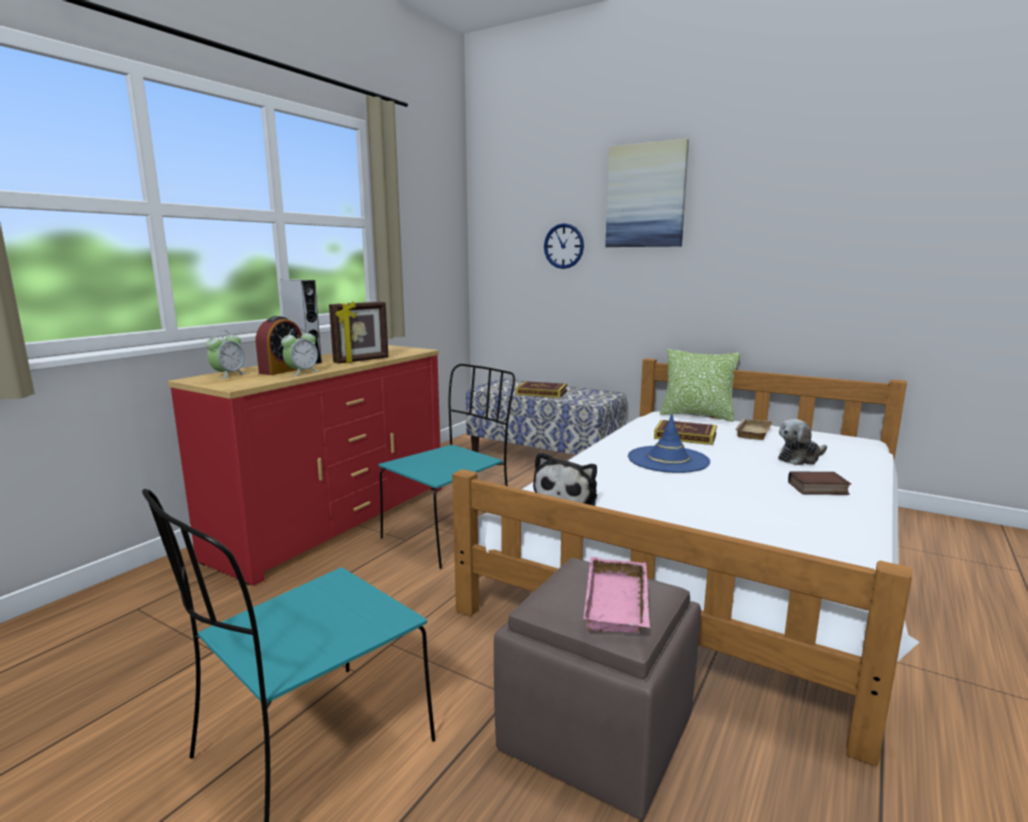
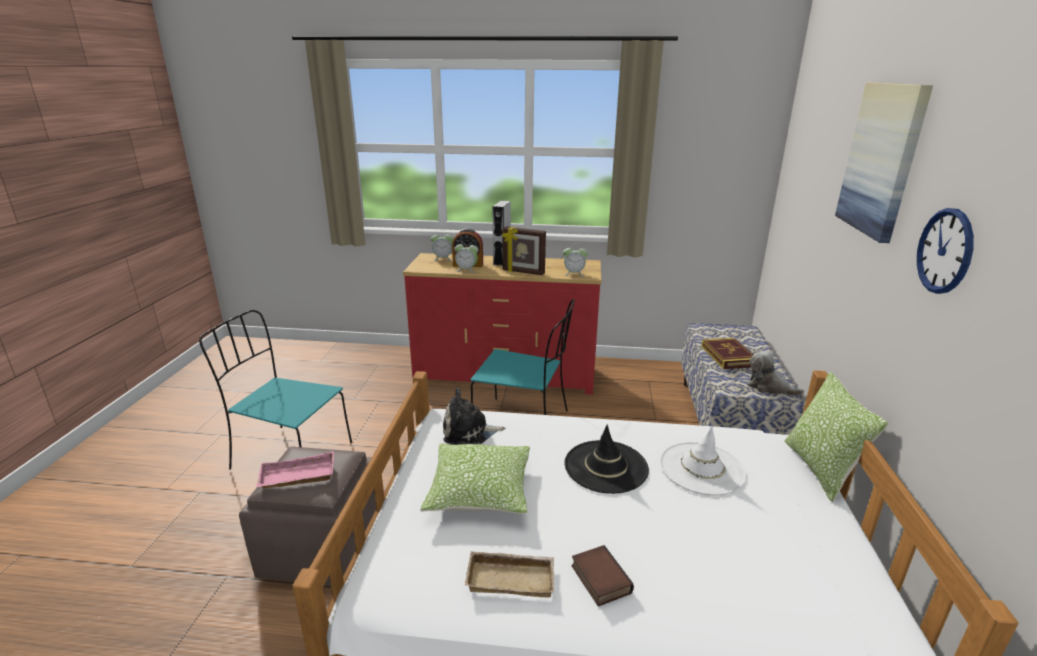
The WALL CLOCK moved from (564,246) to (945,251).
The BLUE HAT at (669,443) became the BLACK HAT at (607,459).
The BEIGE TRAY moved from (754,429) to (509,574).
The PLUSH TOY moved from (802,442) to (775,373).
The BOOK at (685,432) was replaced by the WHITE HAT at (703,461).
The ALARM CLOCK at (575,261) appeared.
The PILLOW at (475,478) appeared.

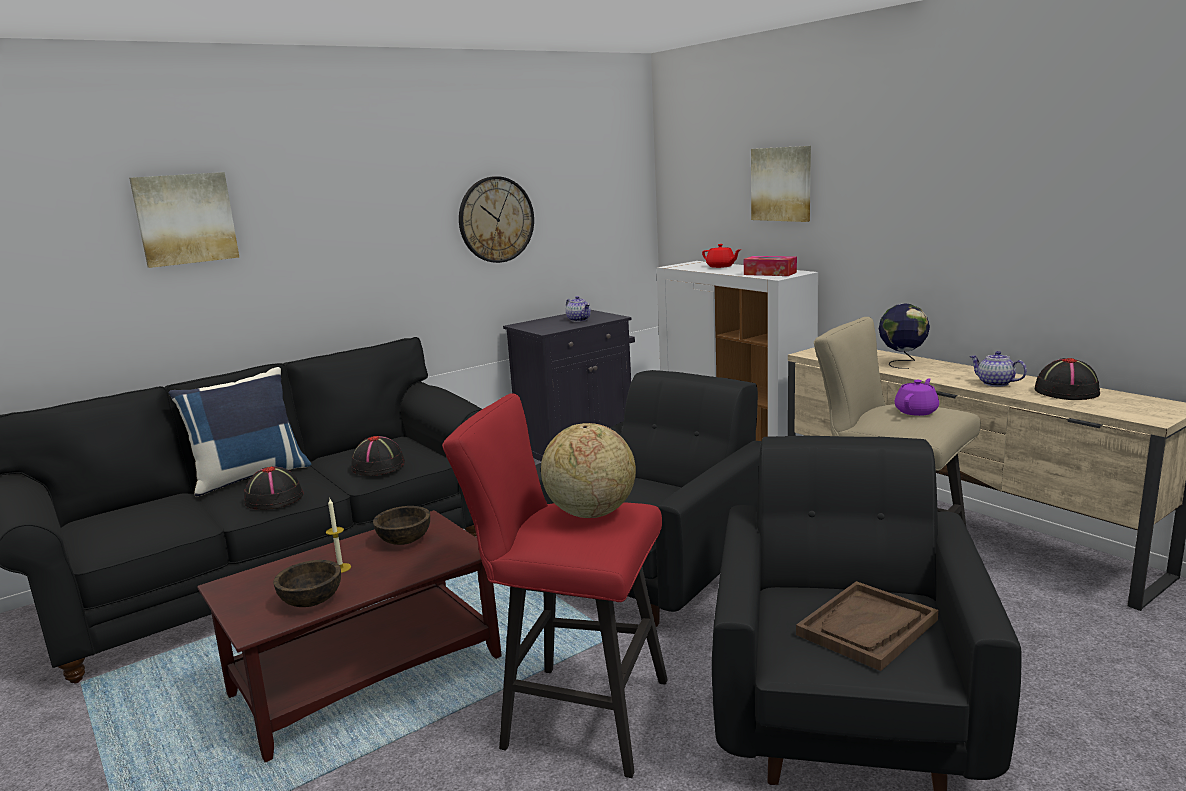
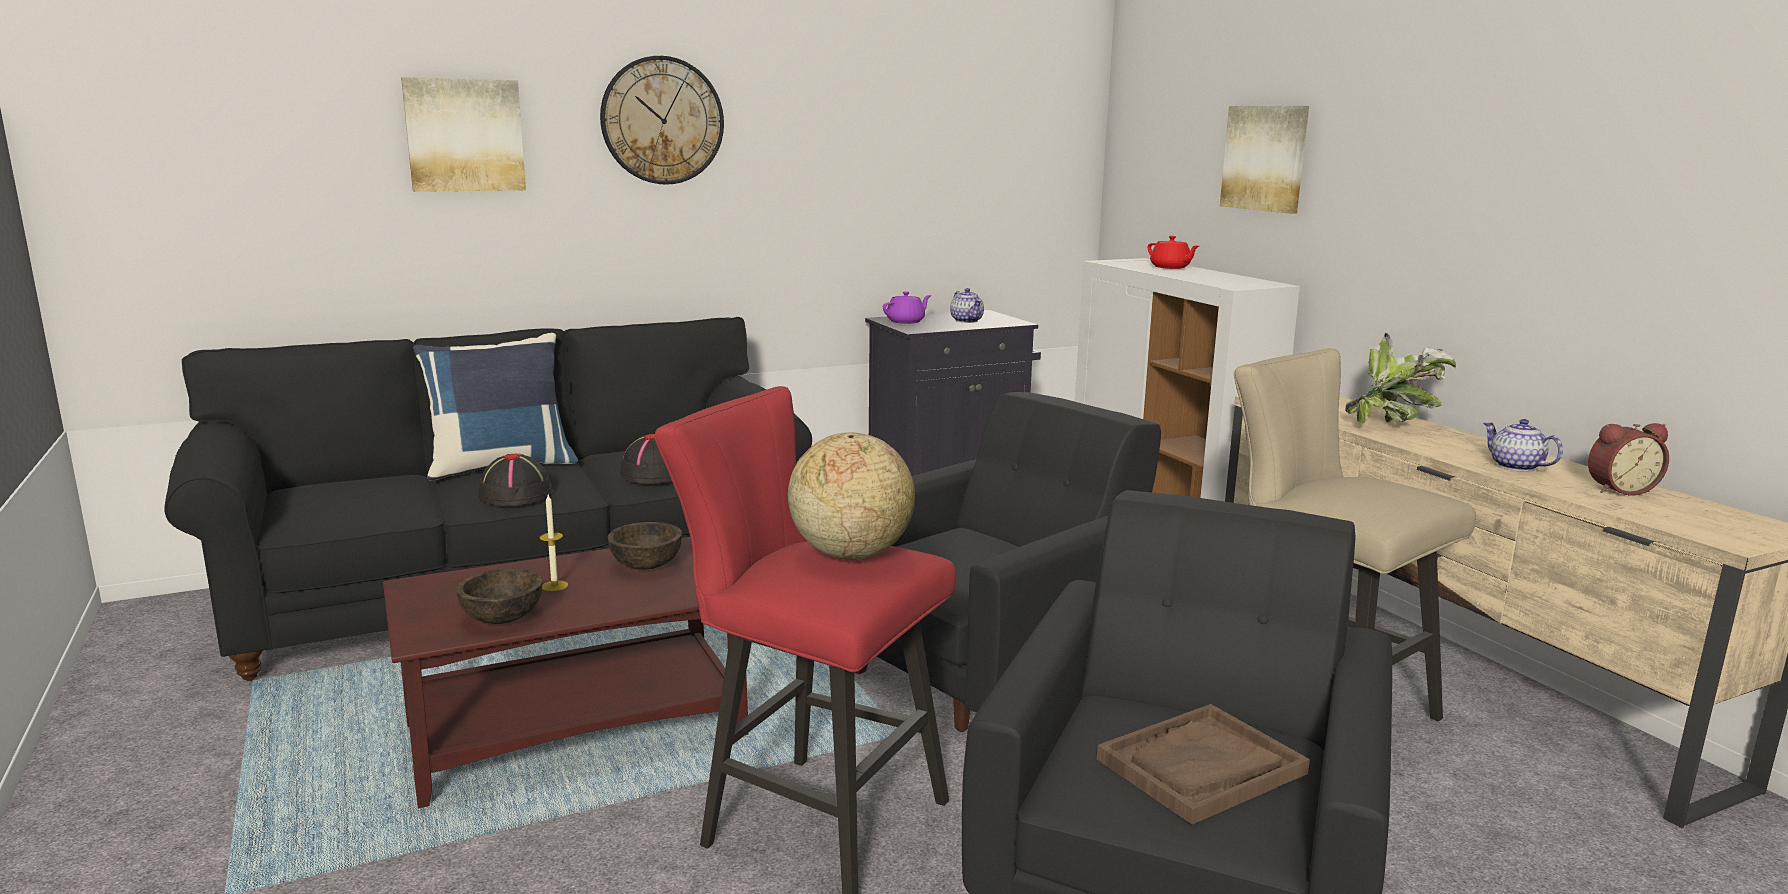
The WALL CLOCK moved from (496,219) to (662,120).
The TISSUE BOX at (770,266) disappeared.
The GLOBE at (904,336) was replaced by the POTTED PLANT at (1400,378).
The BLACK HAT at (1067,379) was replaced by the ALARM CLOCK at (1628,459).
The PURPLE TEAPOT moved from (916,397) to (907,307).

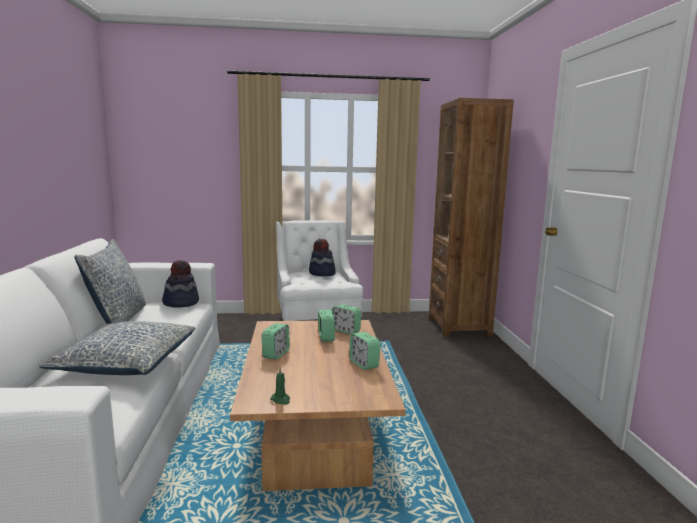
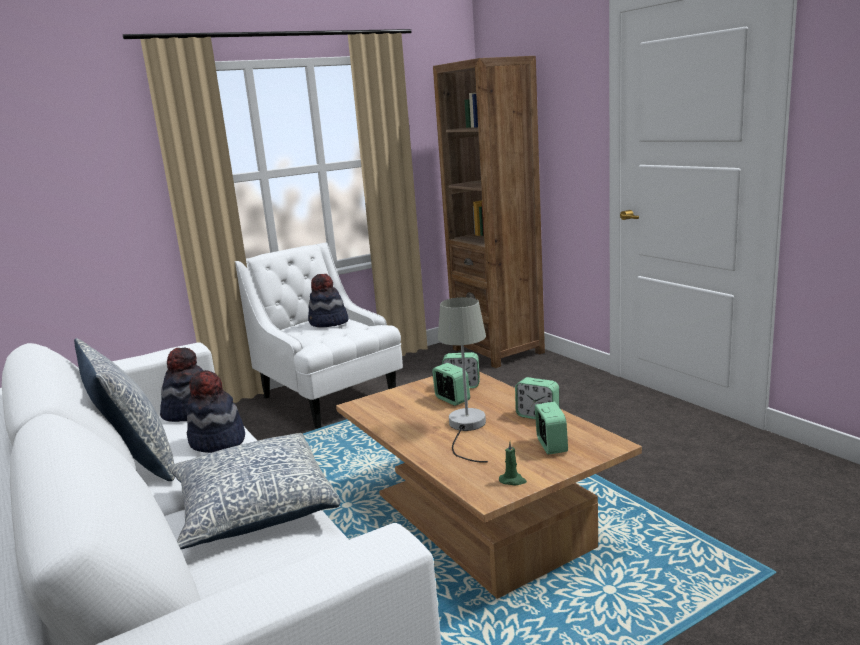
The ALARM CLOCK moved from (276,341) to (551,428).
The GREY TABLE LAMP at (463,379) appeared.
The HAT at (216,411) appeared.

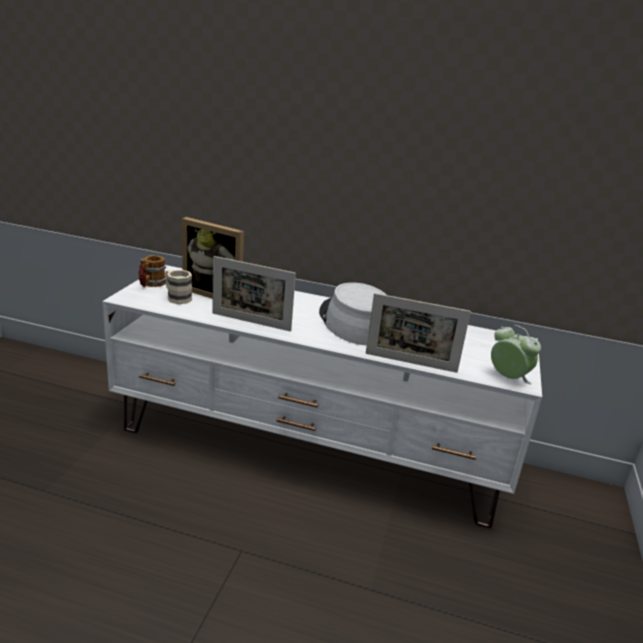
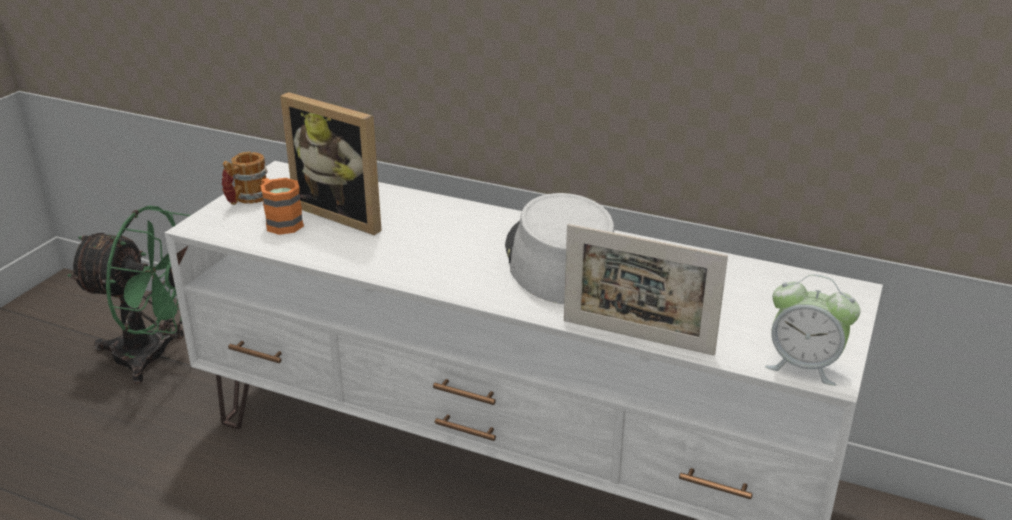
The PICTURE FRAME at (254,294) disappeared.
The BEIGE MUG at (178,287) became the ORANGE MUG at (282,206).
The ALARM CLOCK at (516,355) turned 150 degrees clockwise.
The GREEN FAN at (128,294) appeared.

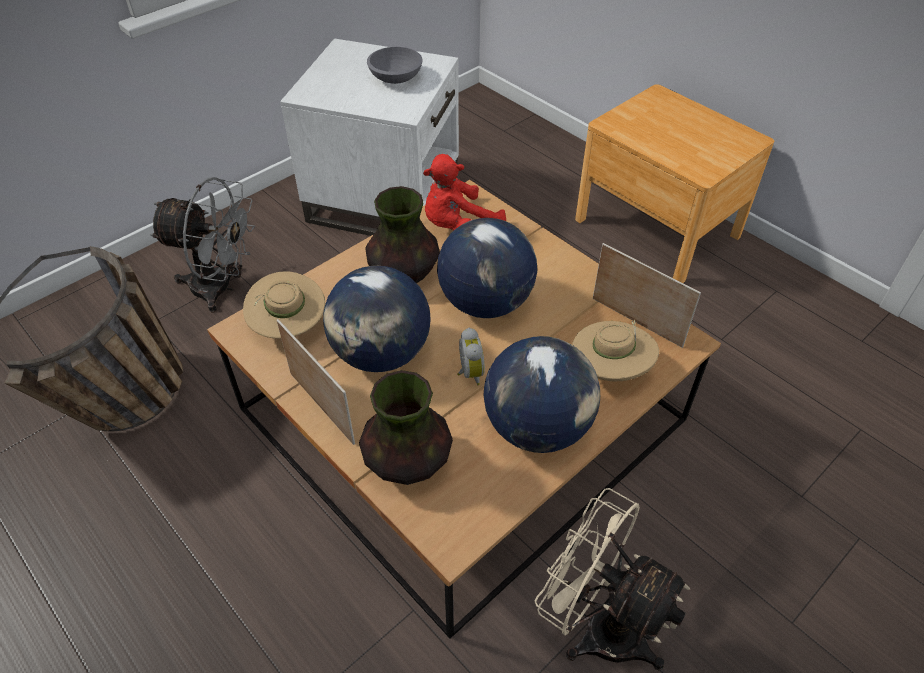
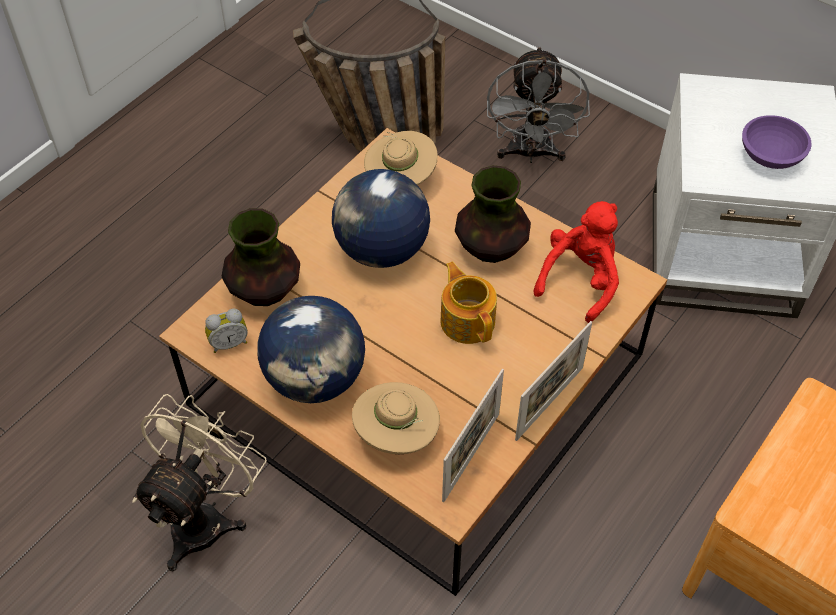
The GREY BOWL at (394,65) became the PURPLE BOWL at (777,142).
The RED PLUSH TOY at (464,192) turned 75 degrees clockwise.
The GLOBE at (487,268) was replaced by the TEAPOT at (468,303).
The PICTURE FRAME moved from (316,382) to (553,381).
The ALARM CLOCK moved from (471,356) to (226,331).

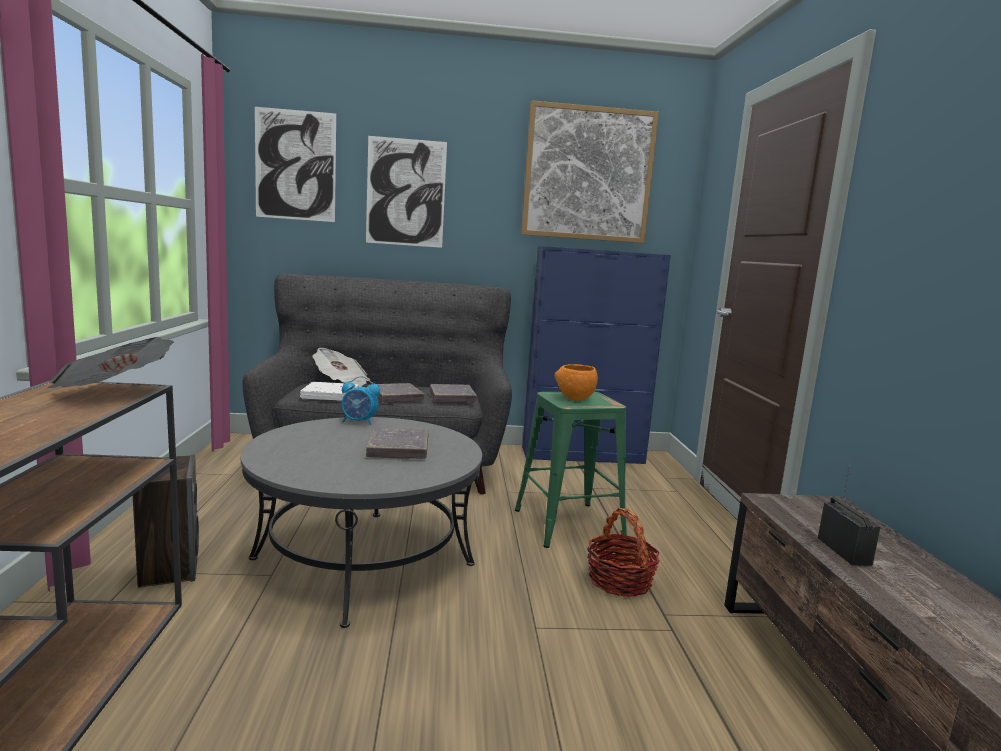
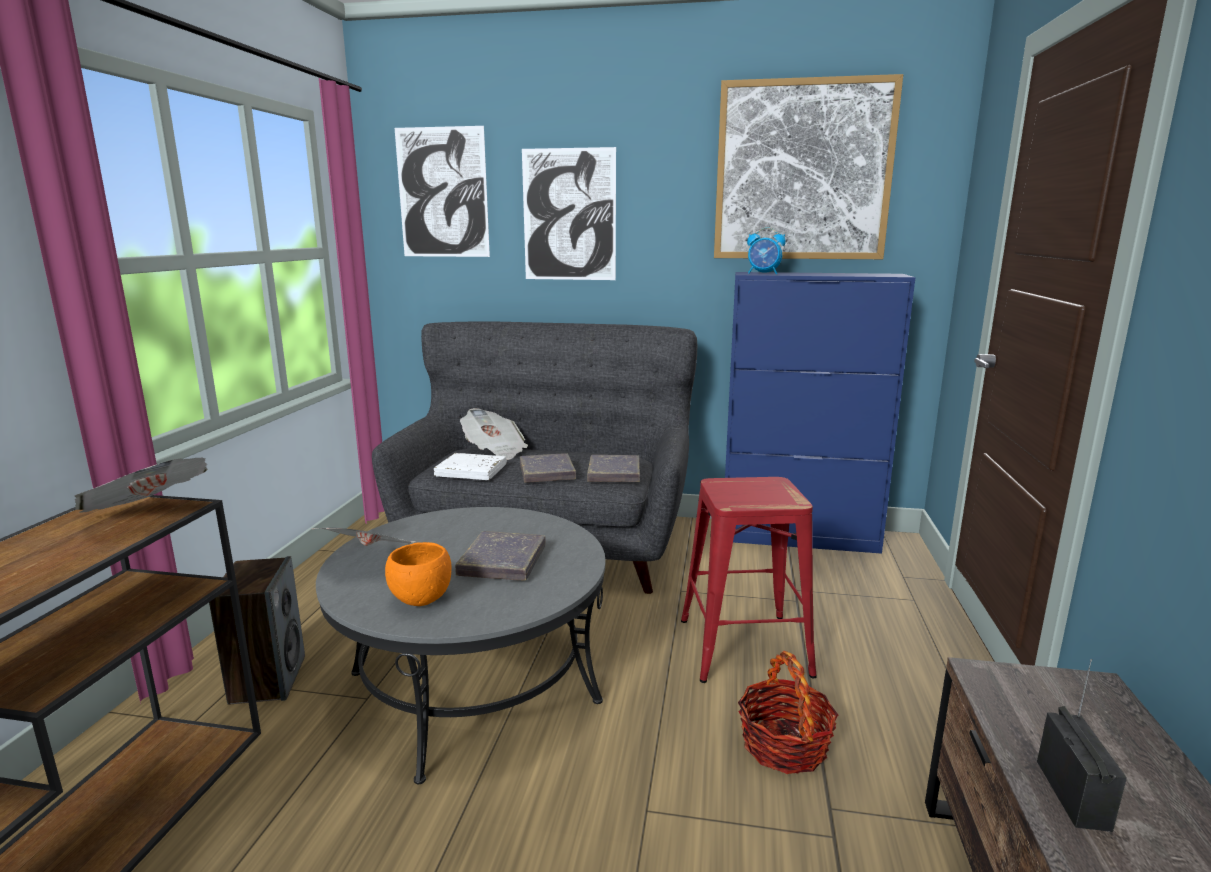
The ORANGE BOWL moved from (576,382) to (418,574).
The ALARM CLOCK moved from (361,400) to (766,250).
The GREEN STOOL at (571,470) became the RED STOOL at (749,580).
The NEWSPAPER at (364,536) appeared.

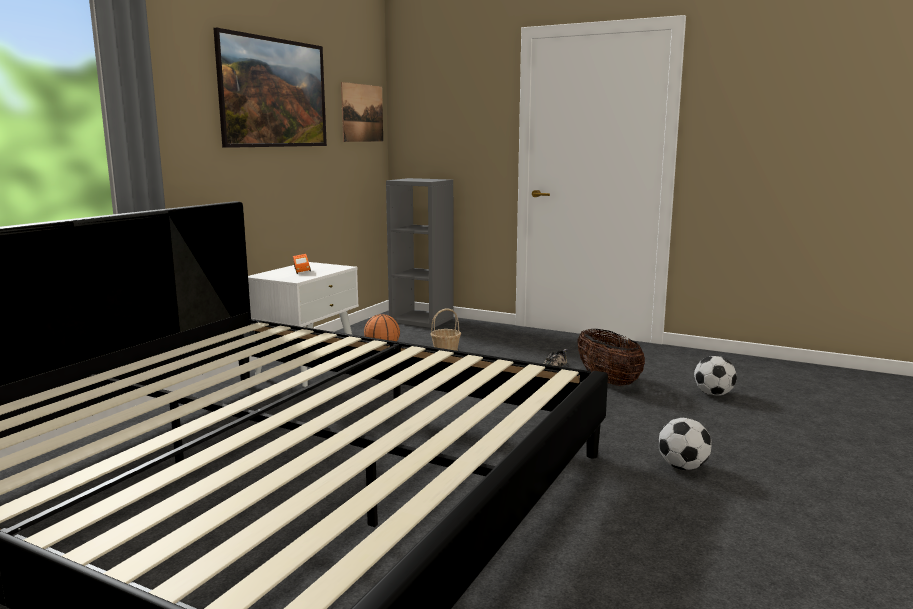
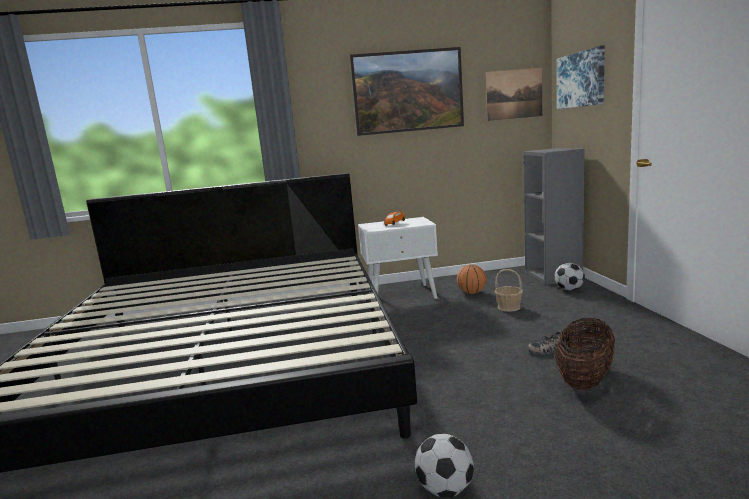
The FOOTBALL moved from (715,376) to (570,276).
The PICTURE at (581,77) appeared.

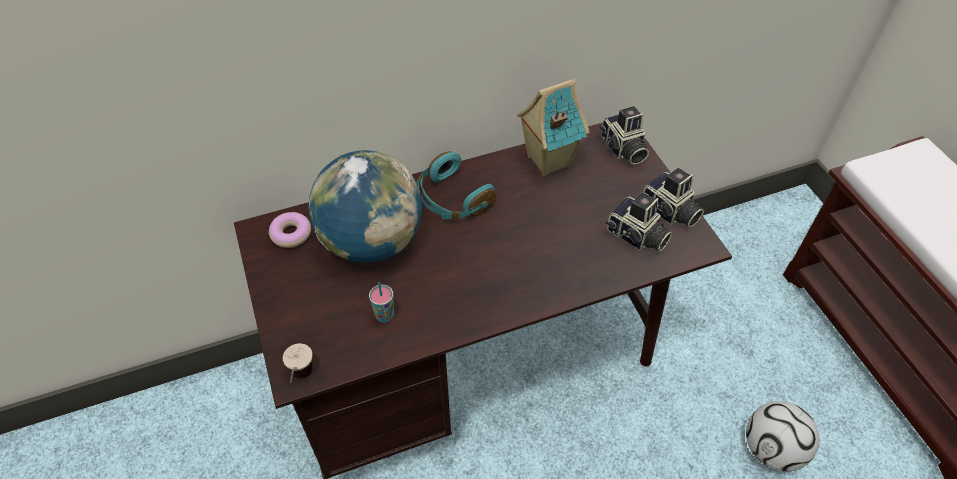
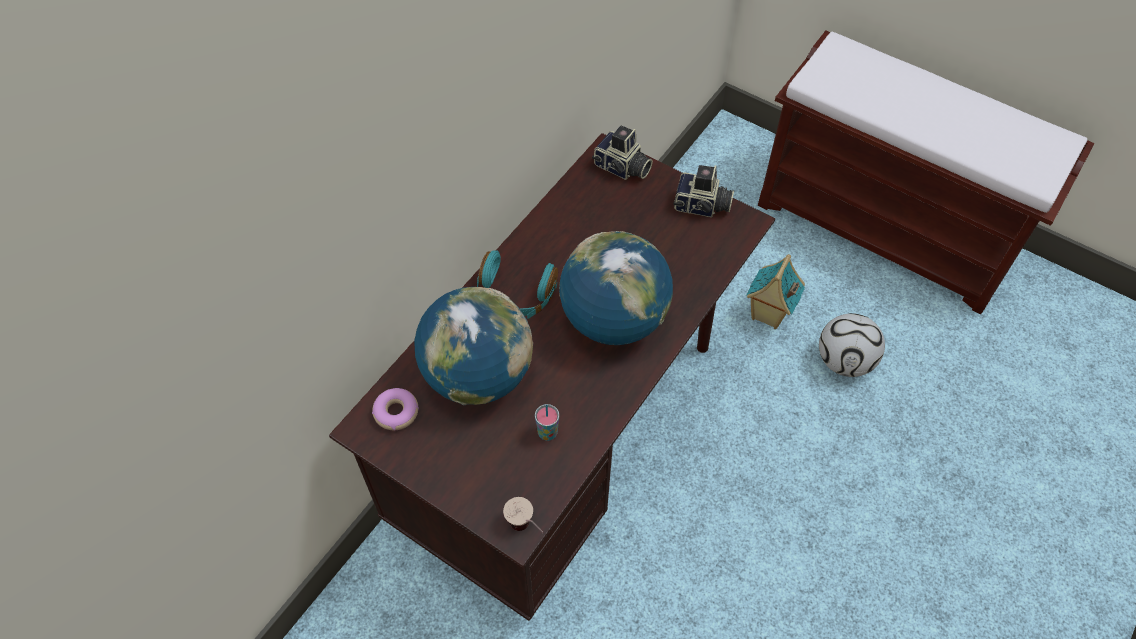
The TOY HOUSE moved from (553,127) to (775,291).
The PHOTO CAMERA at (639,222) disappeared.
The GLOBE at (616,288) appeared.

